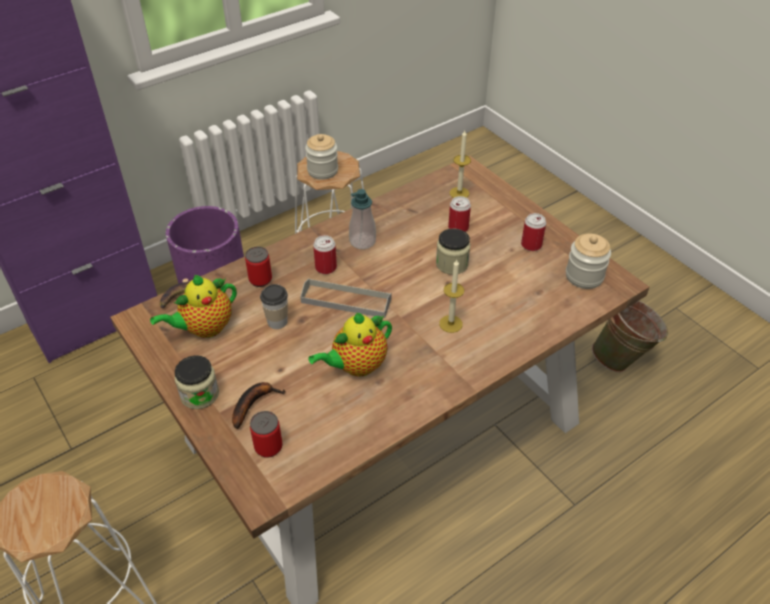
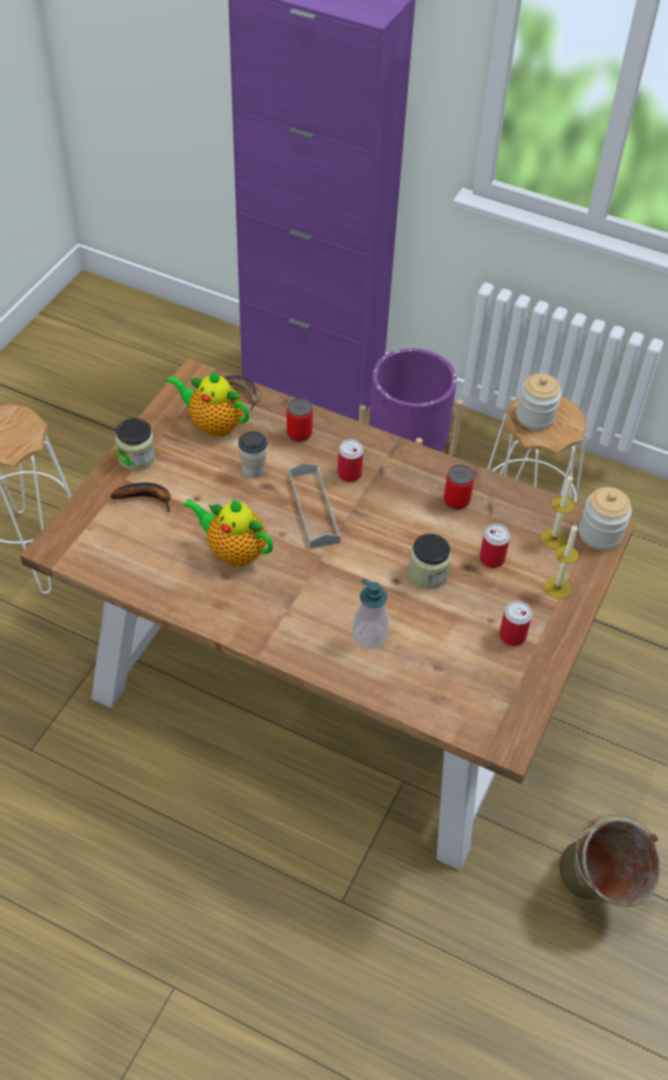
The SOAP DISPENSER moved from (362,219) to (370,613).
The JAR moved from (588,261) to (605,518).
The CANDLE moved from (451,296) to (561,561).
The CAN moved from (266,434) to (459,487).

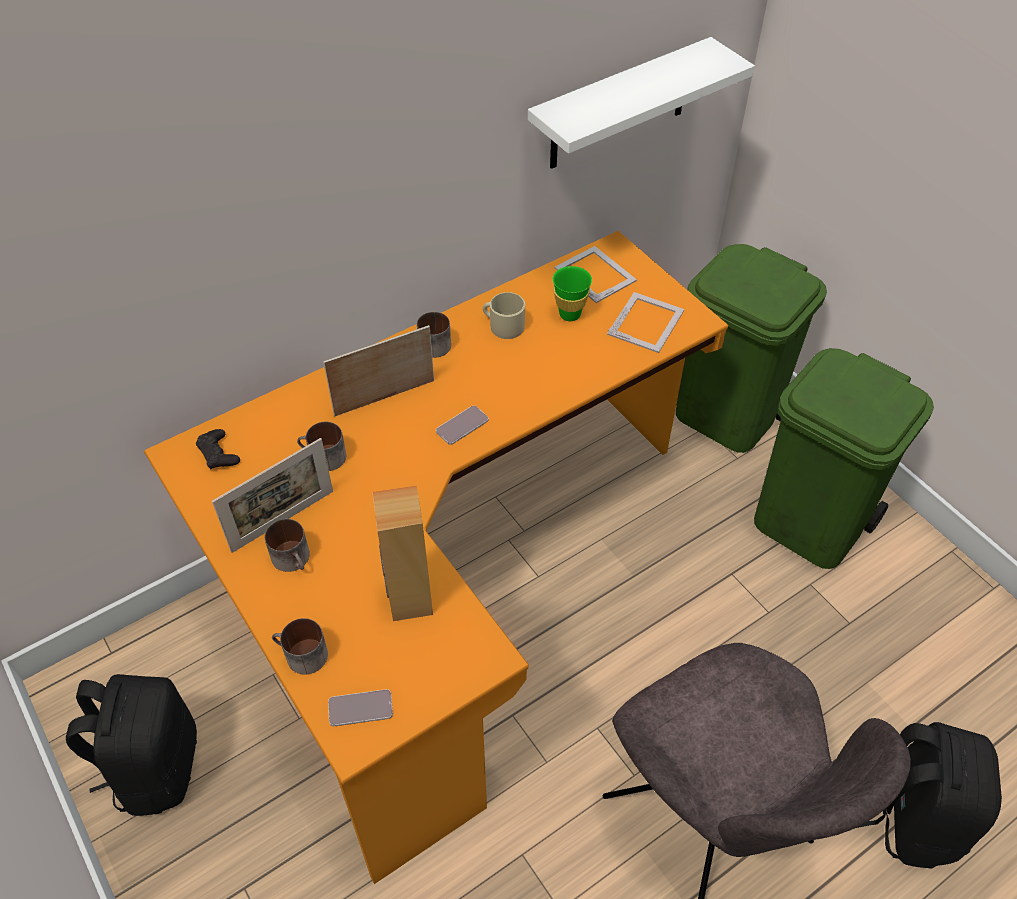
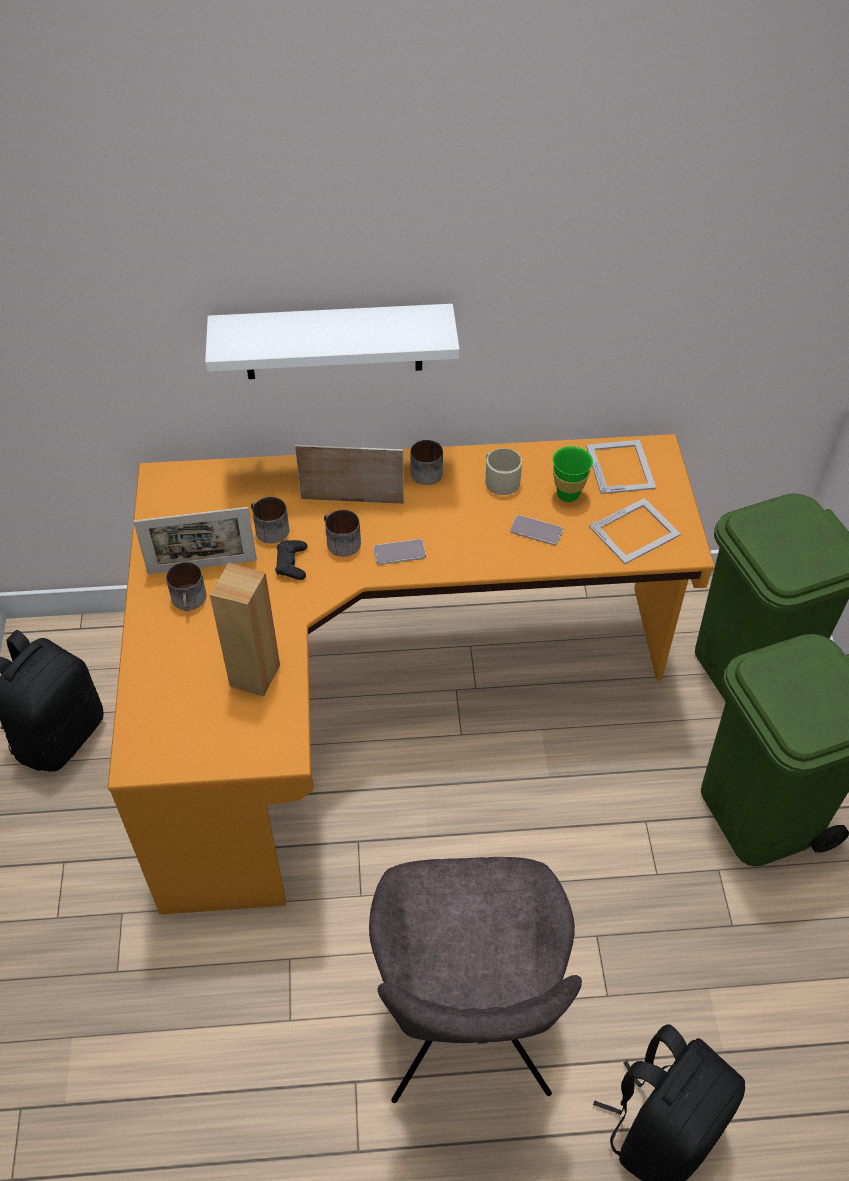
The WHITE SHELF moved from (641,103) to (332,341).
The BLACK GAME CONTROLLER moved from (218,449) to (291,560).
The MUG moved from (300,646) to (342,533).
The PHONE moved from (360,707) to (536,530).

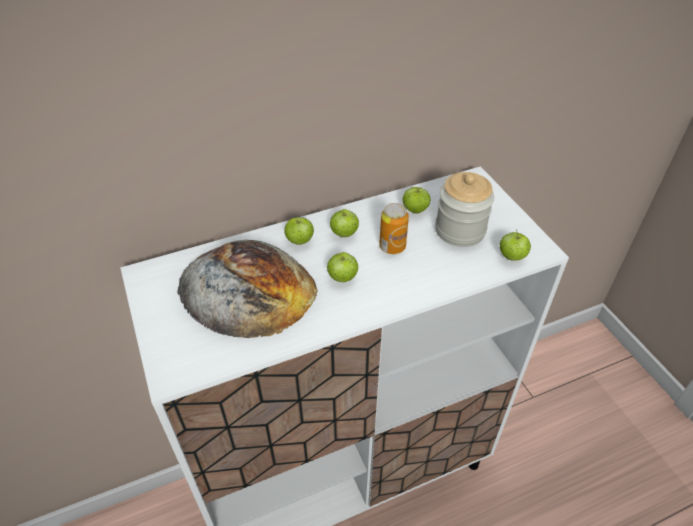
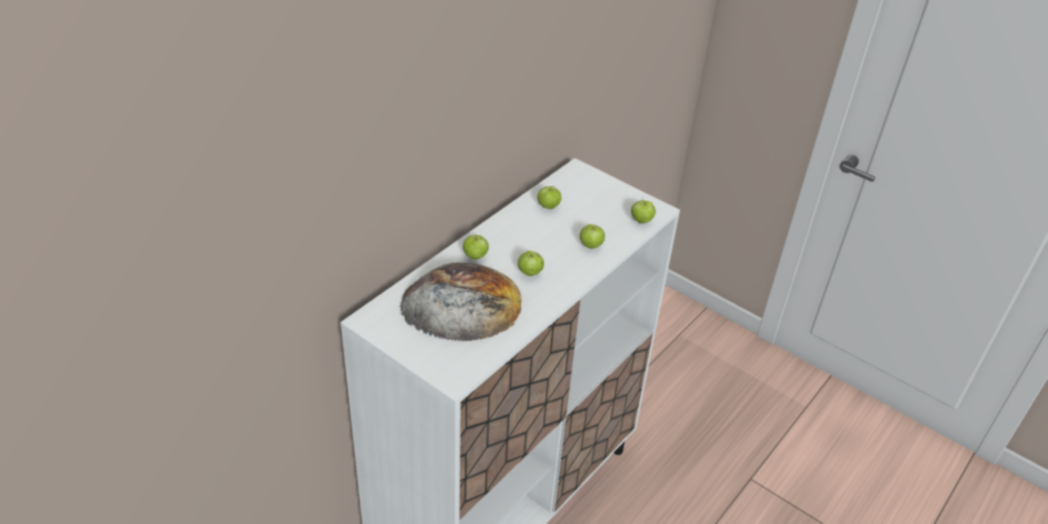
The JAR at (464,209) disappeared.
The CAN at (394,228) disappeared.
The APPLE moved from (344,223) to (592,236).

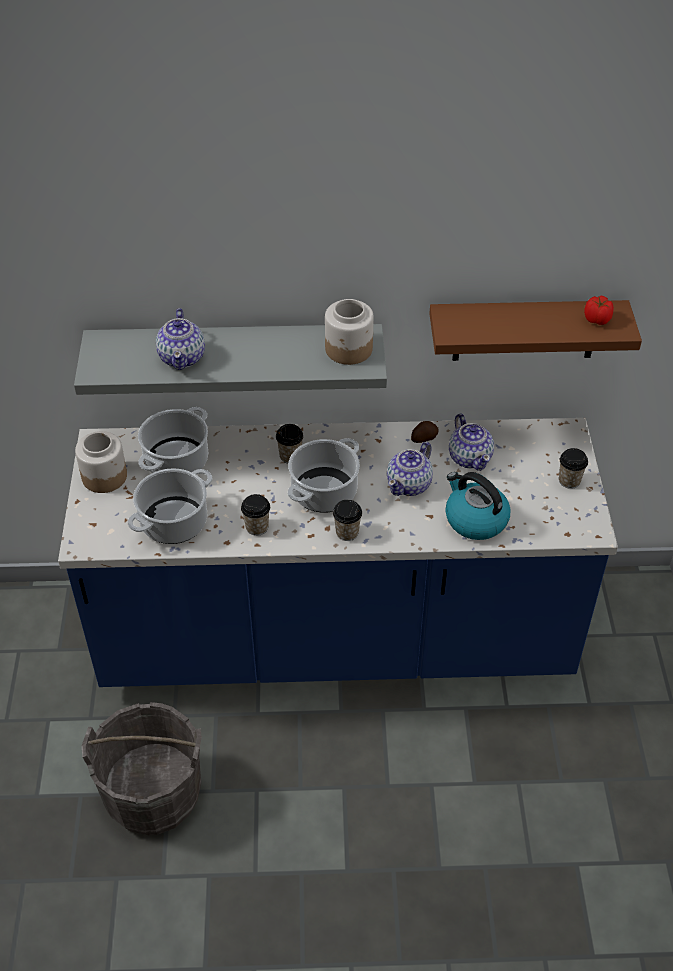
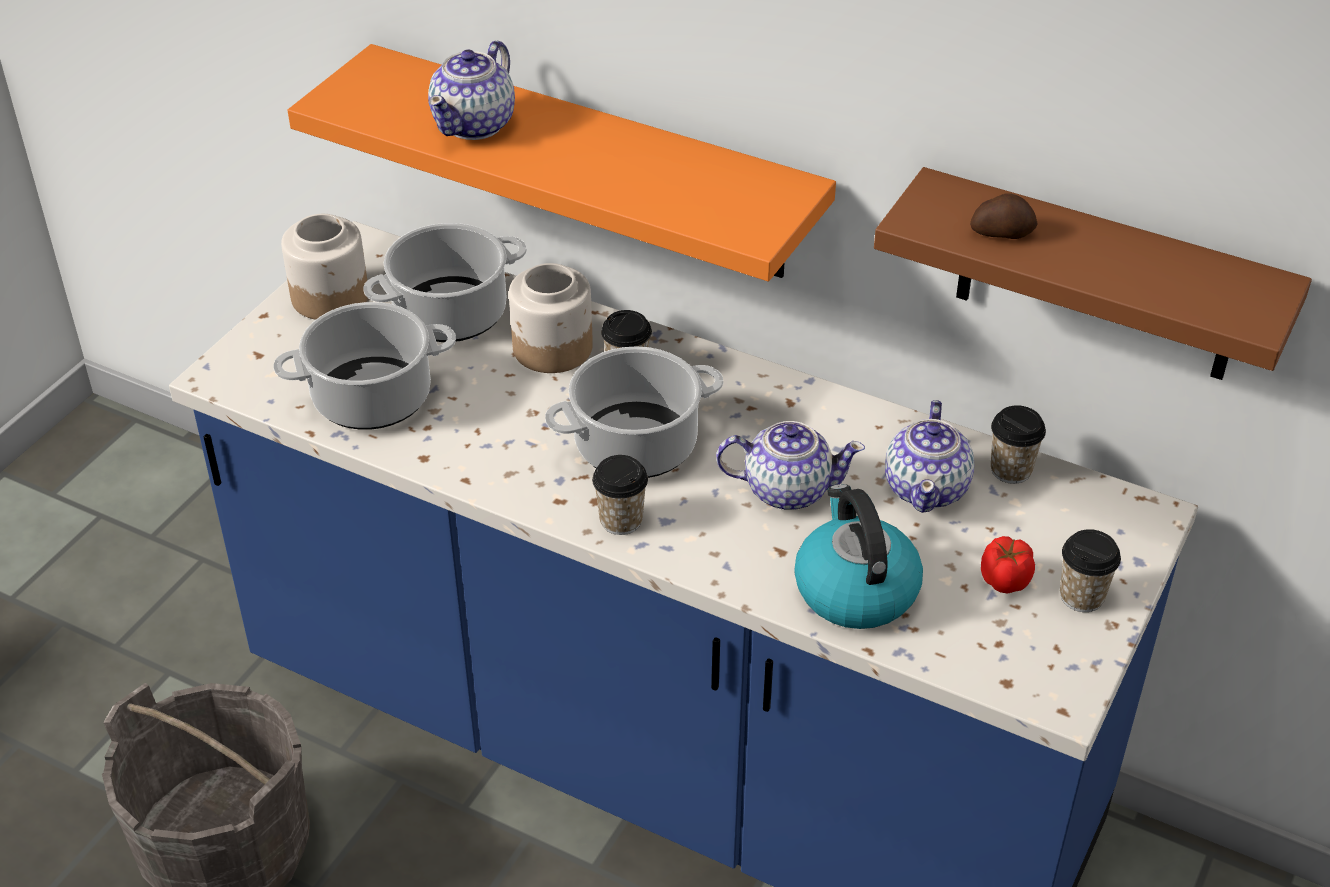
The TOMATO moved from (599,310) to (1008,565).
The JAR moved from (349,332) to (551,318).
The GREY SHELF at (230,359) became the ORANGE SHELF at (562,162).
The POTATO moved from (425,432) to (1004,216).
The TEAPOT at (410,469) turned 150 degrees counterclockwise.
The CUP moved from (255,515) to (1018,444).

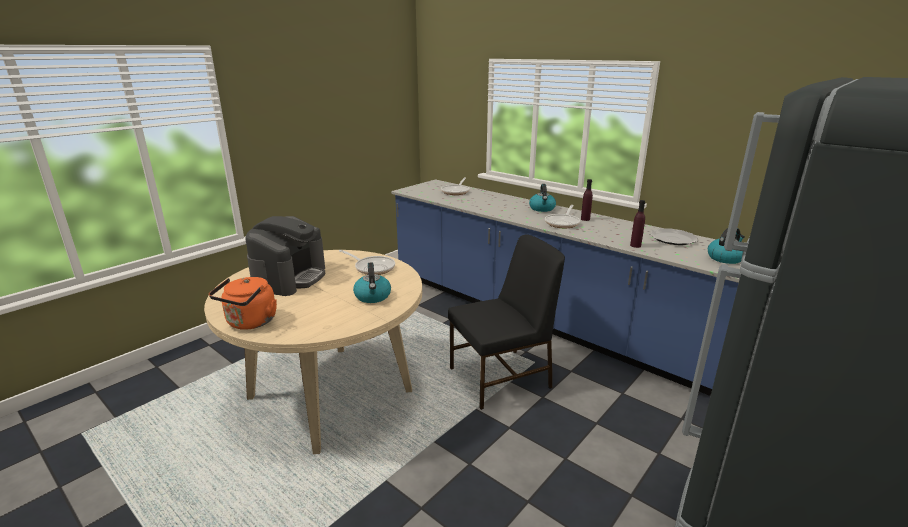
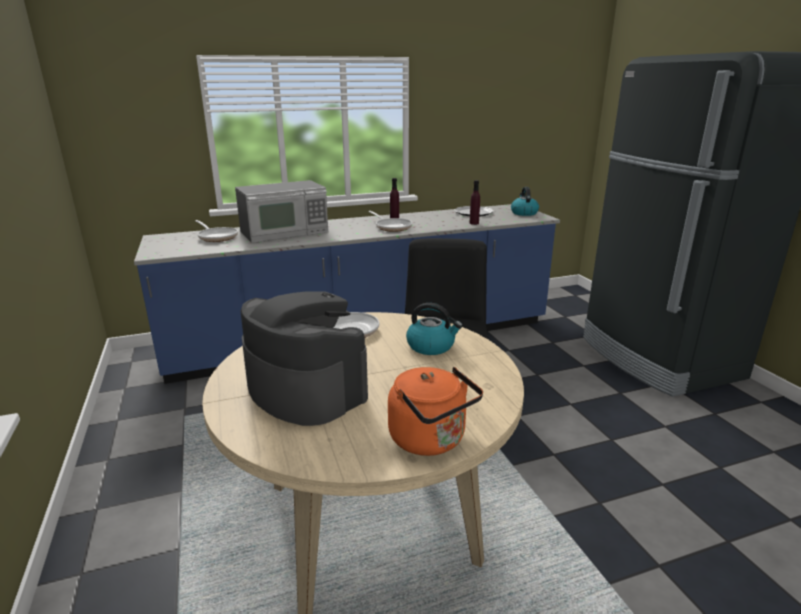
The KETTLE at (542,198) disappeared.
The MICROWAVE at (282,211) appeared.

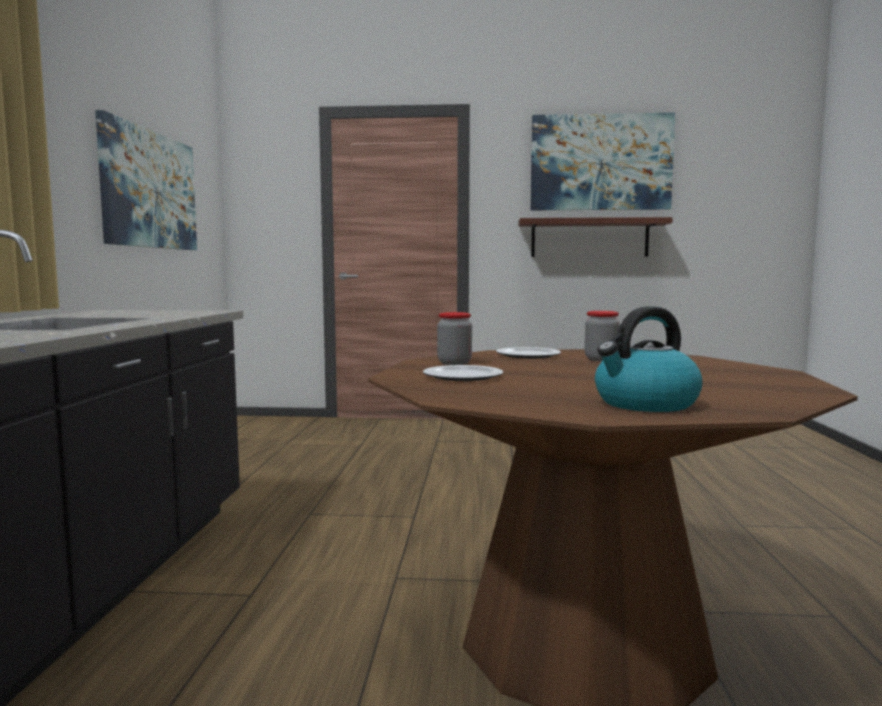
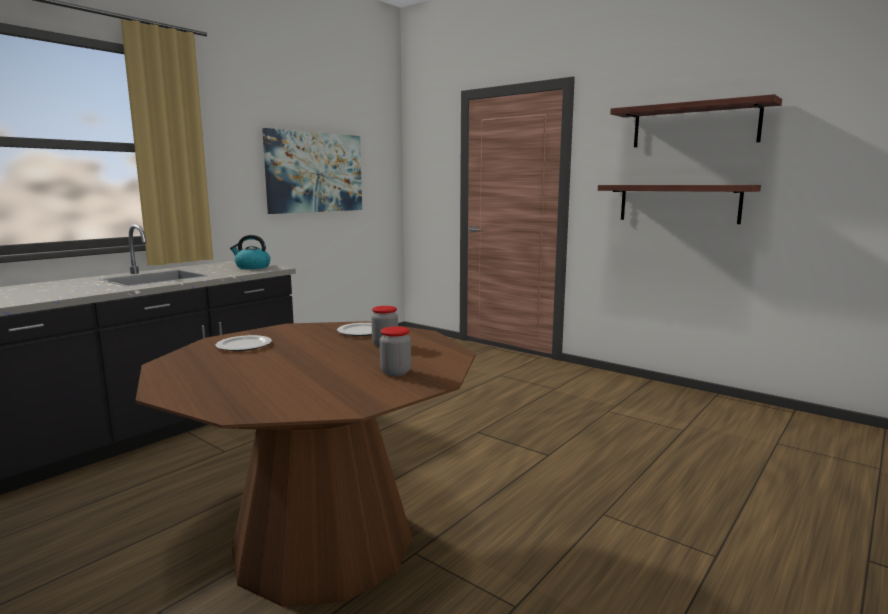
The PICTURE at (602,161) was replaced by the SHELF at (696,120).
The KETTLE moved from (649,359) to (250,252).
The JAR moved from (454,338) to (395,351).

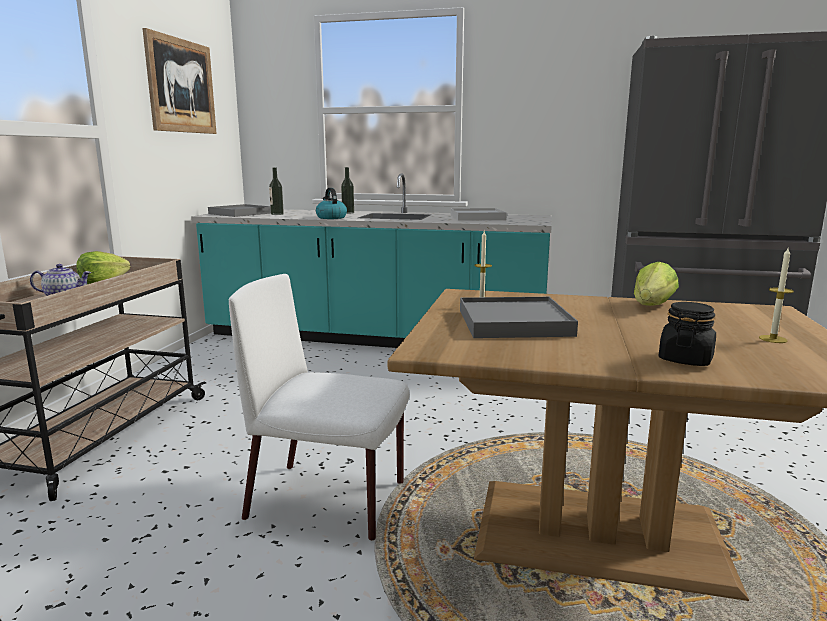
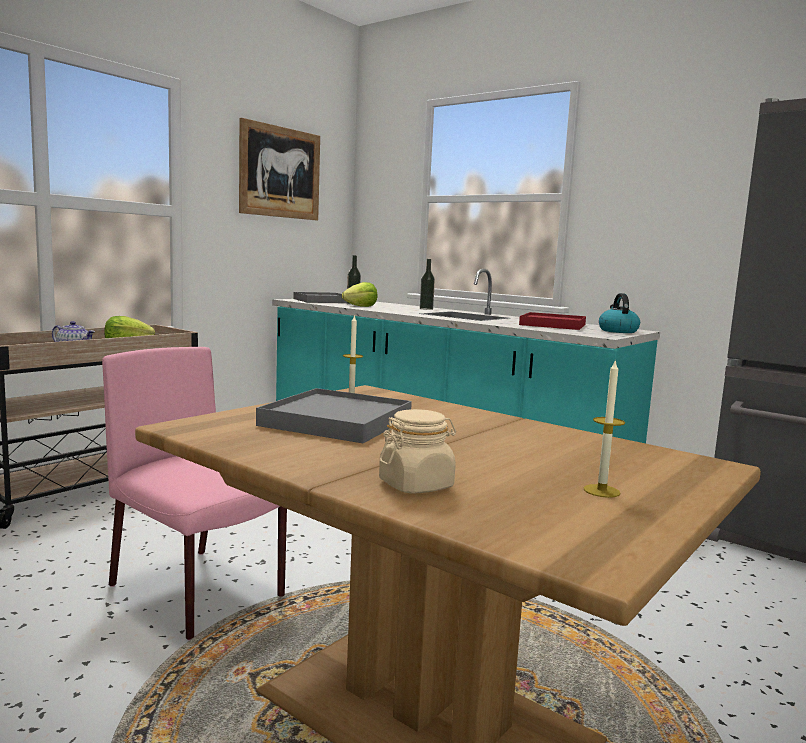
The KETTLE moved from (331,203) to (619,313).
The WHITE TRAY at (479,214) became the RED TRAY at (552,321).
The LETTUCE moved from (656,284) to (359,294).
The WHITE CHAIR at (319,407) became the PINK CHAIR at (194,493).
The BLACK JAR at (687,334) became the BEIGE JAR at (417,451).

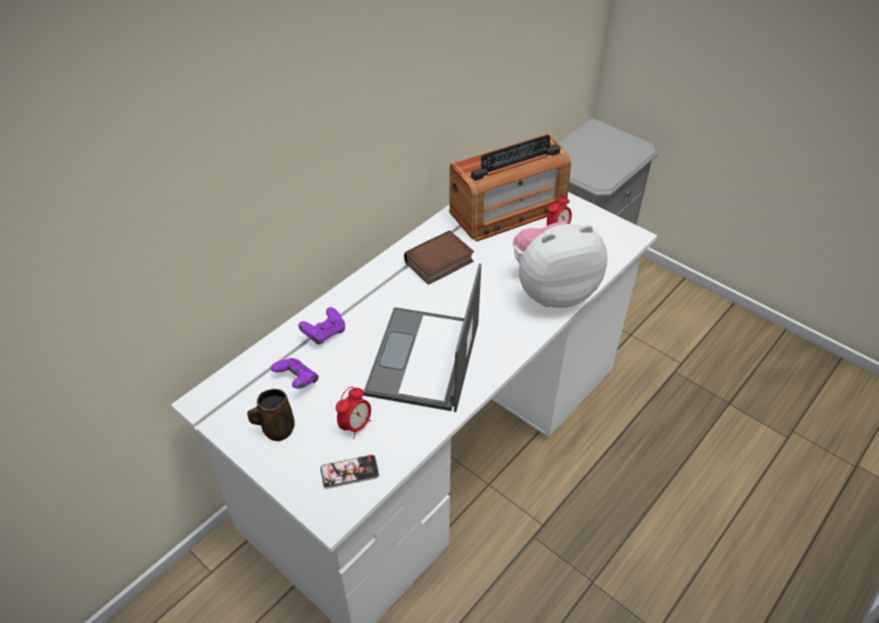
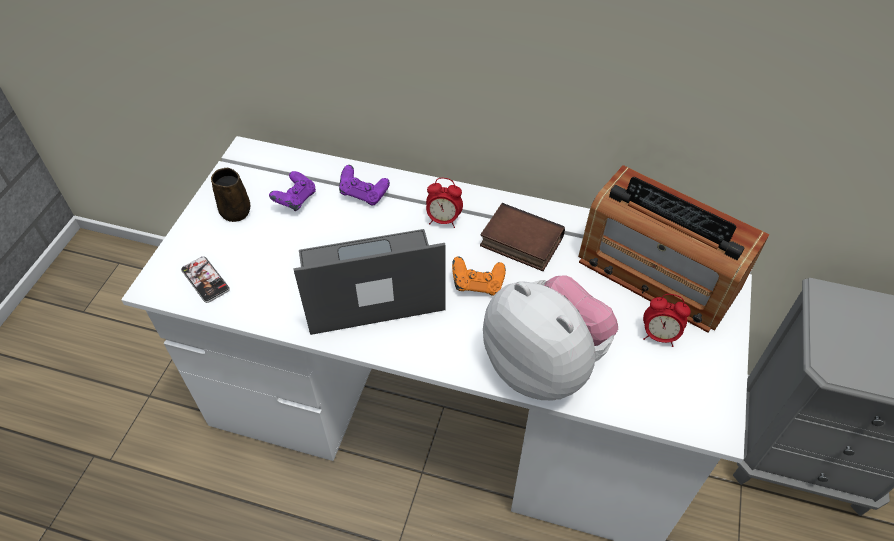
The ALARM CLOCK moved from (353,412) to (444,203).
The ORANGE GAME CONTROLLER at (479,276) appeared.

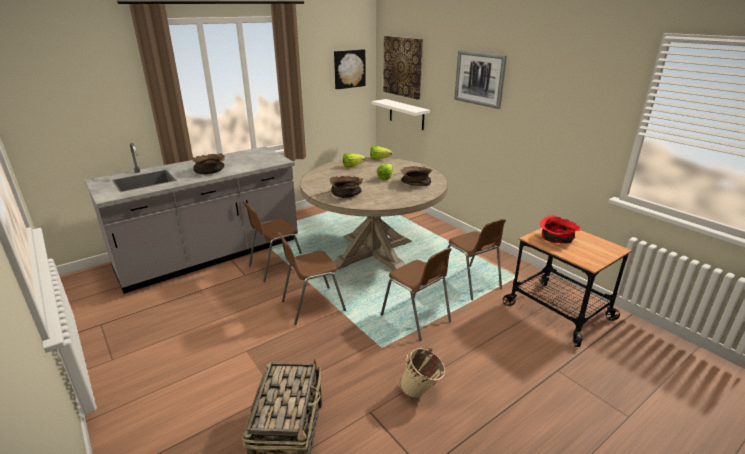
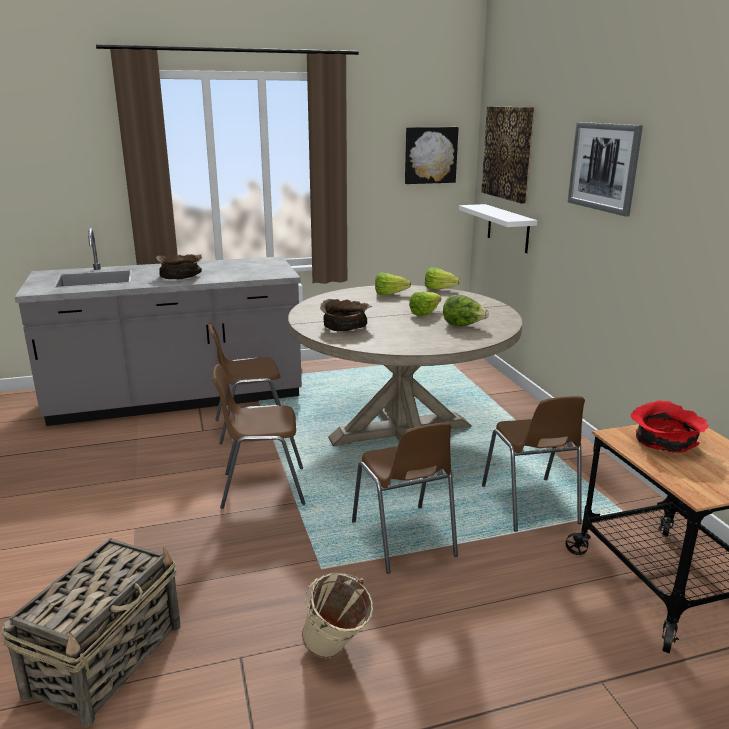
The BROWN BOWL at (416,176) was replaced by the LETTUCE at (466,310).

